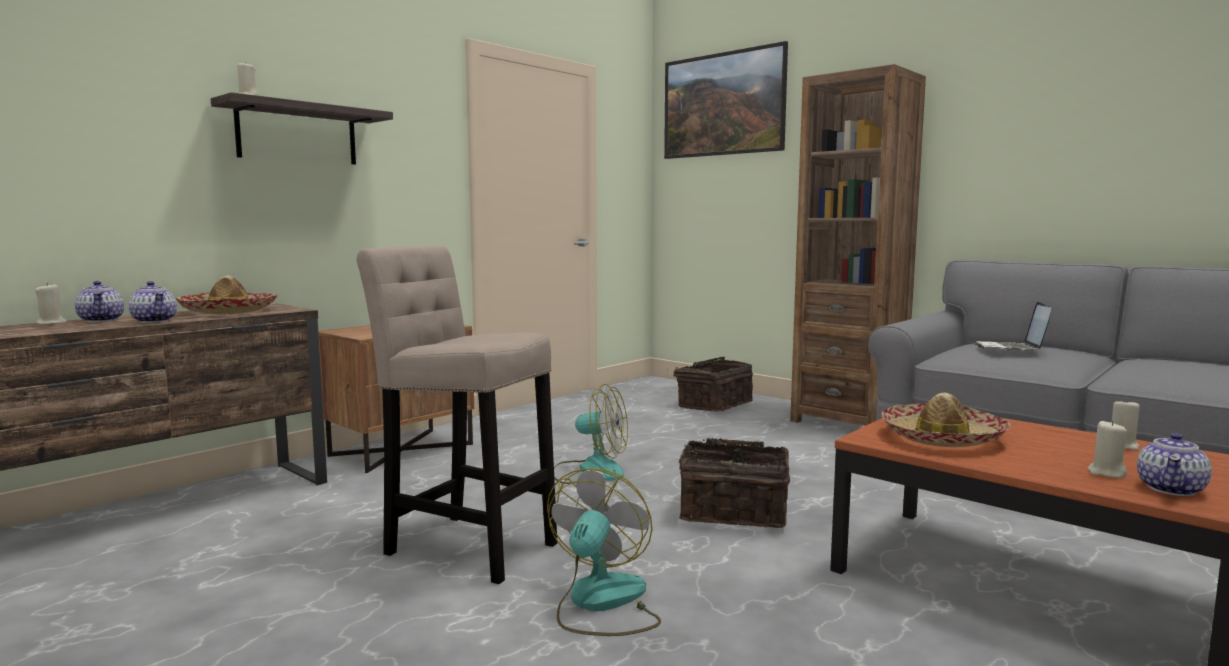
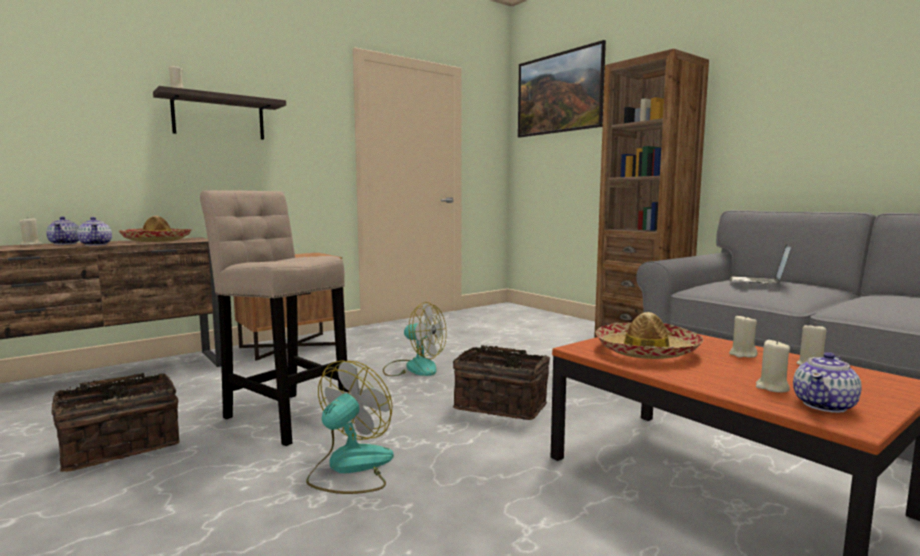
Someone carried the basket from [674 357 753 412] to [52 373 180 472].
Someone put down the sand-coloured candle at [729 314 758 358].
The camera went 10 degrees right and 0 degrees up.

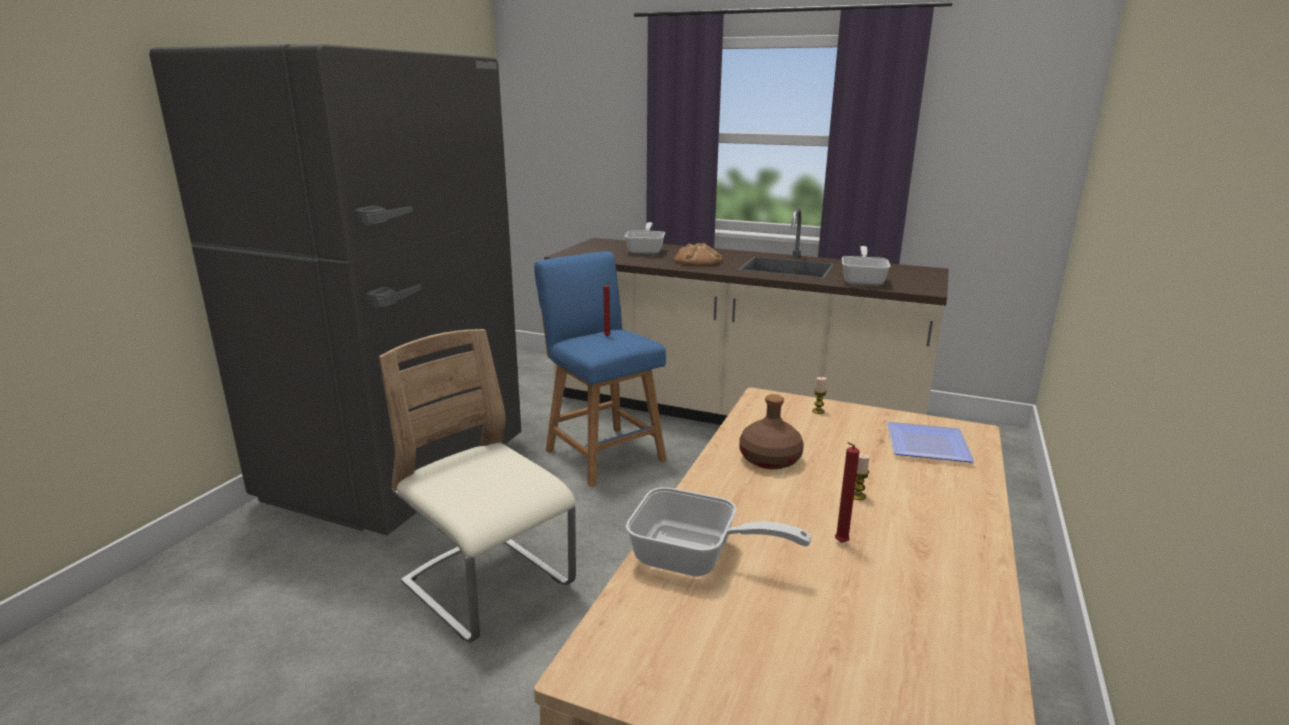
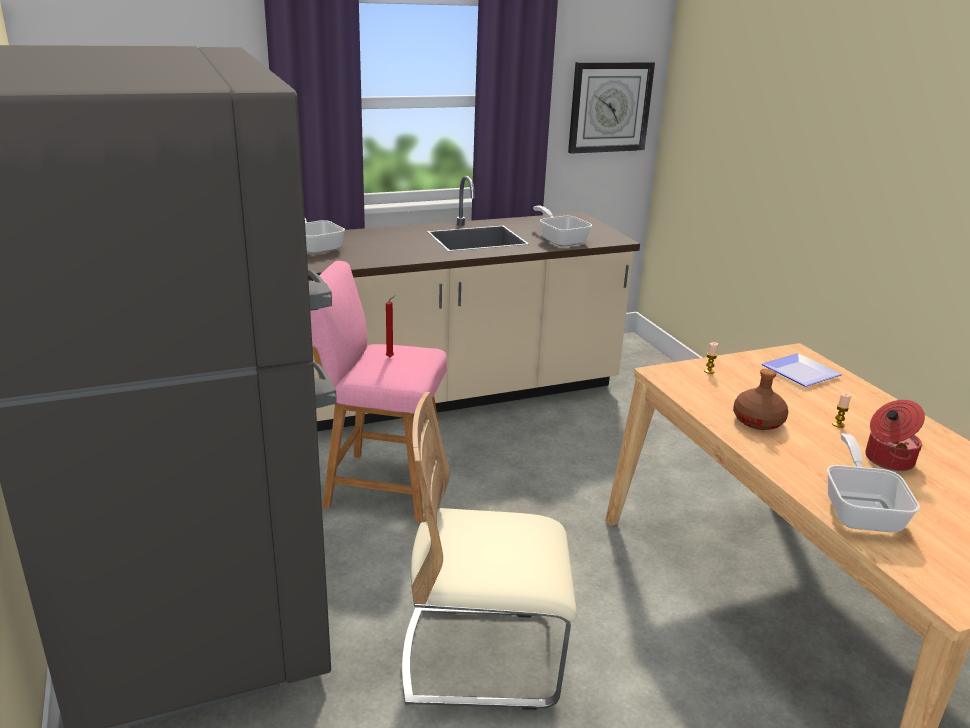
Someone repainted the bluish stool seat at [534 251 667 487], which became the pink-coloured stool seat at [310 261 447 522].
Someone rotated the skillet at [626 487 811 577] by 60 degrees counterclockwise.
Someone took away the bakery bread at [674 243 723 266].
Someone swapped the reddish candle at [835 442 860 543] for the saucepot at [865 400 925 471].
Someone put up the wall clock at [568 62 655 154].
The camera went 45 degrees left and 5 degrees up.

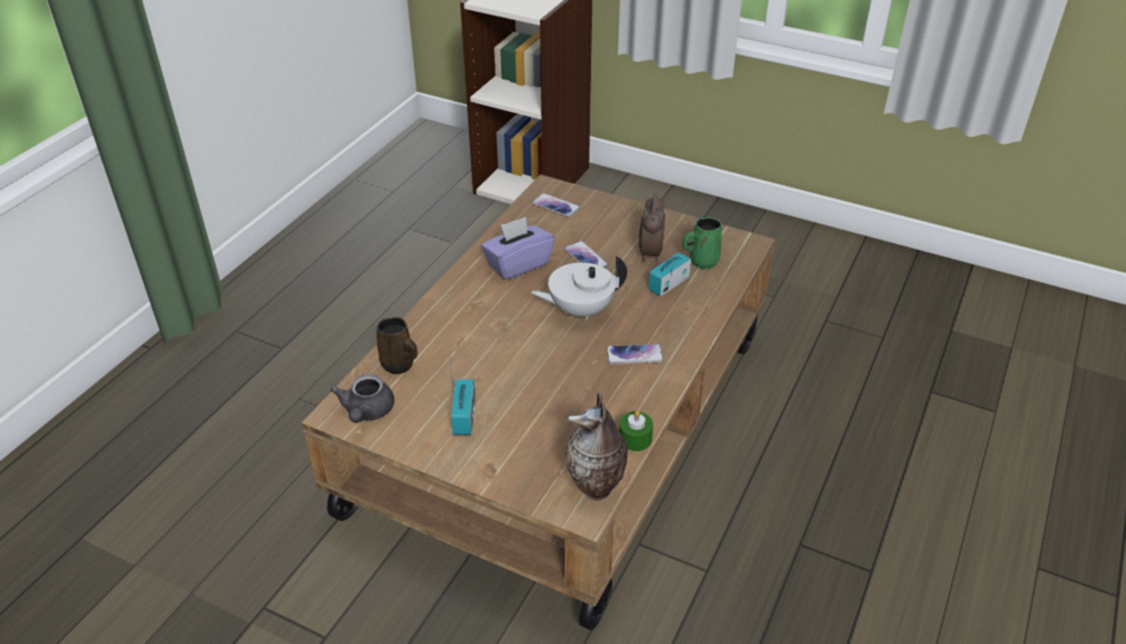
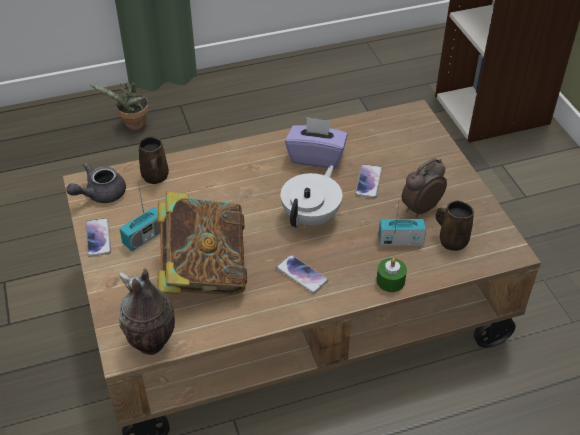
Someone rotated the white pot for tea at [531 256 627 320] by 90 degrees clockwise.
Someone carried the phone from [532 193 581 217] to [86 218 111 257].
Someone carried the green-coloured candle from [619 410 653 451] to [376 258 407 292].
Someone repainted the green-coloured tea mug at [682 217 722 269], which became the brown tea mug at [436 200 474 251].
Someone put down the houseplant at [89 82 149 130].
Someone put down the bound book at [157 192 247 295].
The camera went 45 degrees right and 5 degrees up.

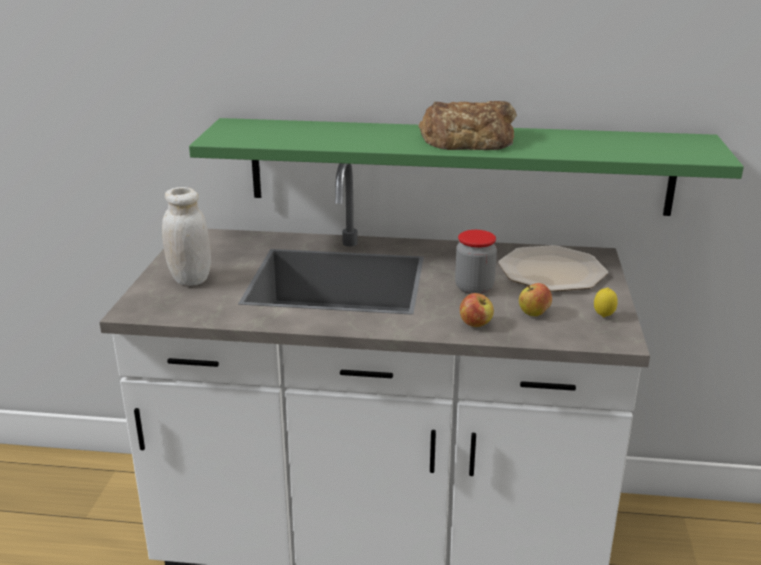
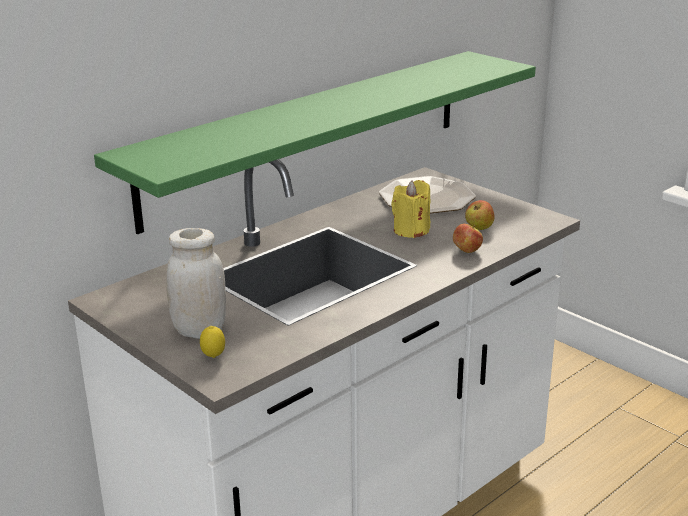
Someone took away the bakery bread at [418 101 517 150].
Someone swapped the preserve jar at [455 230 497 294] for the yellowish candle at [391 180 430 238].
Someone carried the whole lemon from [594 288 618 317] to [200 326 225 358].
The camera went 50 degrees left and 0 degrees up.

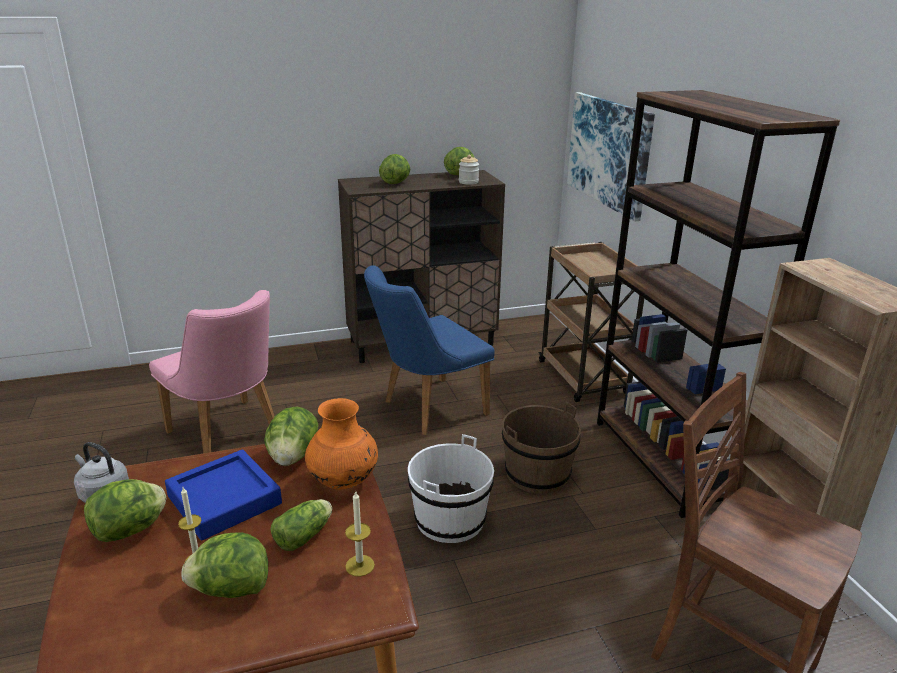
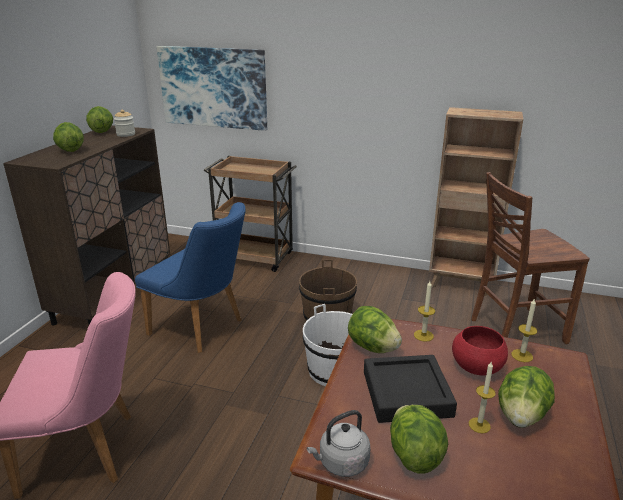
Someone repainted the bluish carrying tray at [165 449 282 540], which became the black-coloured carrying tray at [364 355 457 423].
Someone swapped the lettuce head at [271 499 332 551] for the reddish serving bowl at [452 326 508 376].
Someone swapped the orange decorative vase at [305 398 378 490] for the candle at [414 281 435 342].
Someone rotated the bluish upright chair at [364 265 495 435] by 60 degrees counterclockwise.
Someone took away the brown bookcase at [597 90 840 518].
The camera went 55 degrees left and 0 degrees up.

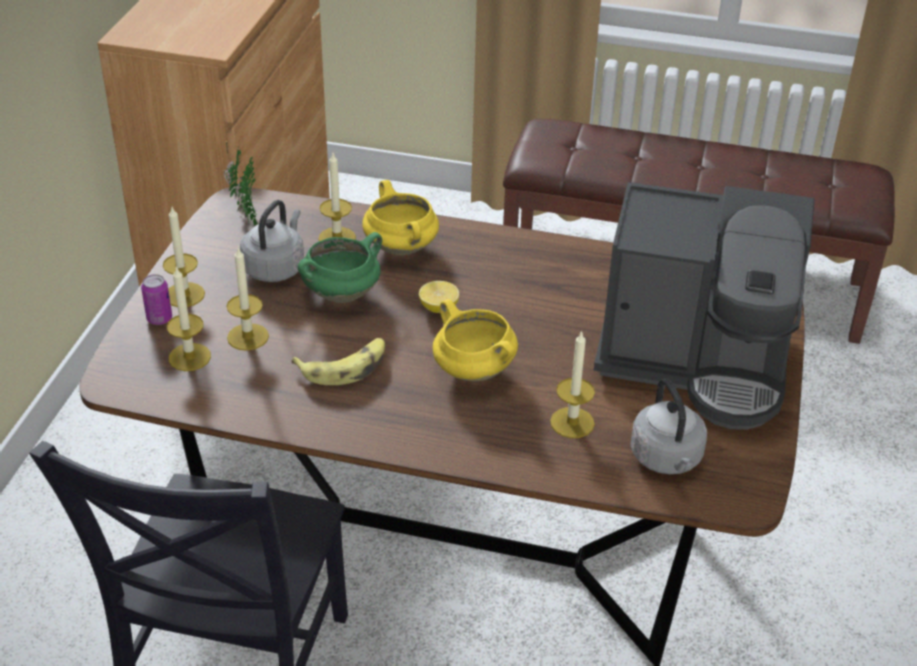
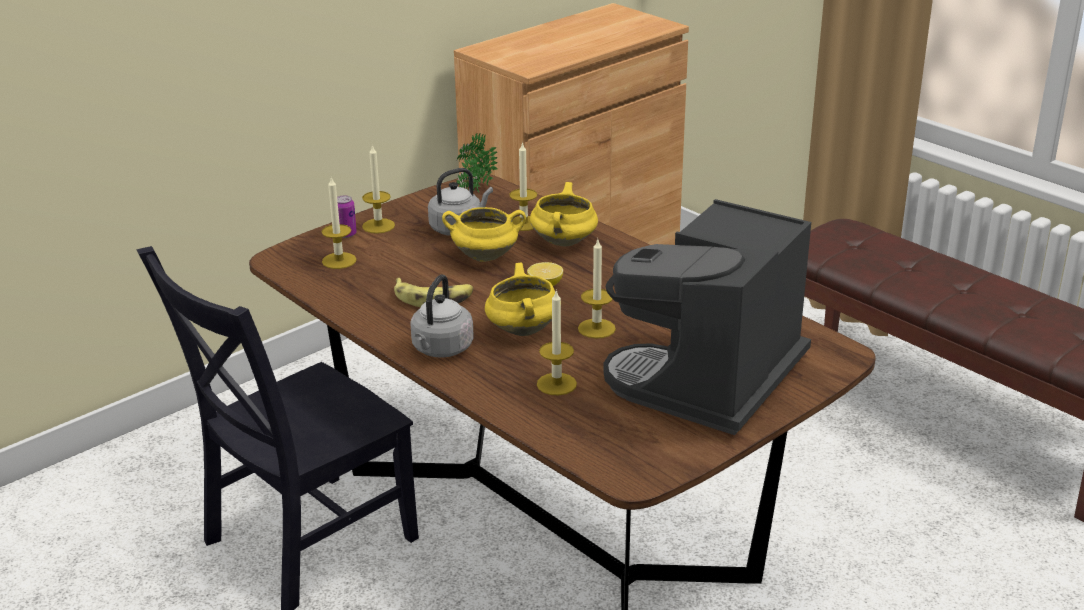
Someone carried the candle from [226 247 269 351] to [578 240 616 339].
Someone repainted the green-coloured saucepot at [297 232 382 303], which became the yellowish saucepot at [442 207 526 262].
Someone rotated the coffee machine at [594 182 815 430] by 75 degrees clockwise.
Someone carried the grey kettle from [631 378 707 474] to [410 274 474 358].
The camera went 35 degrees right and 10 degrees down.

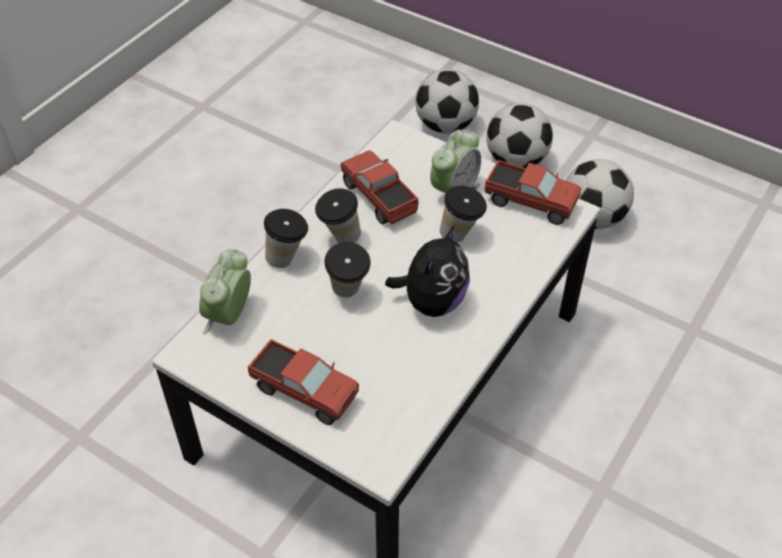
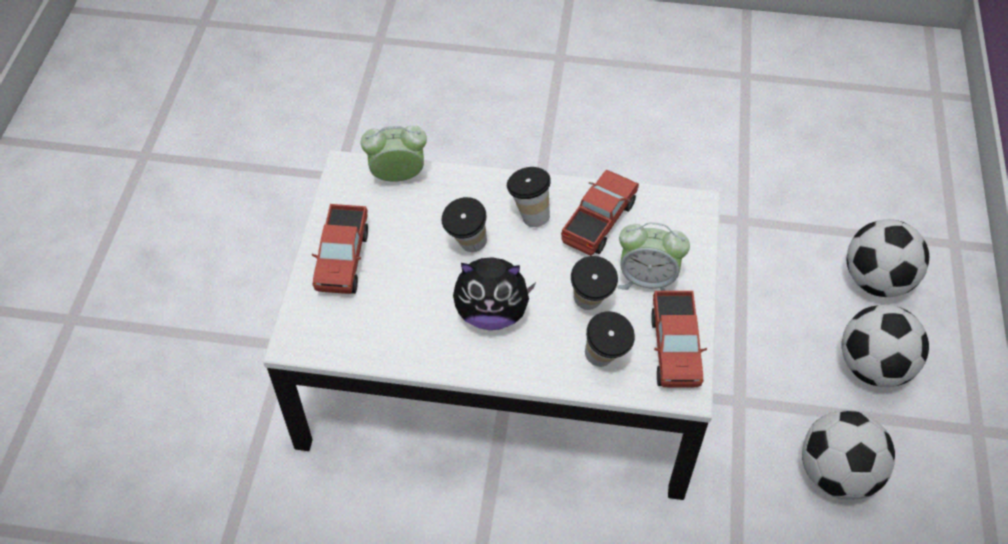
Someone carried the small cup from [264 209 308 268] to [585 311 635 366].
The camera went 65 degrees right and 5 degrees up.

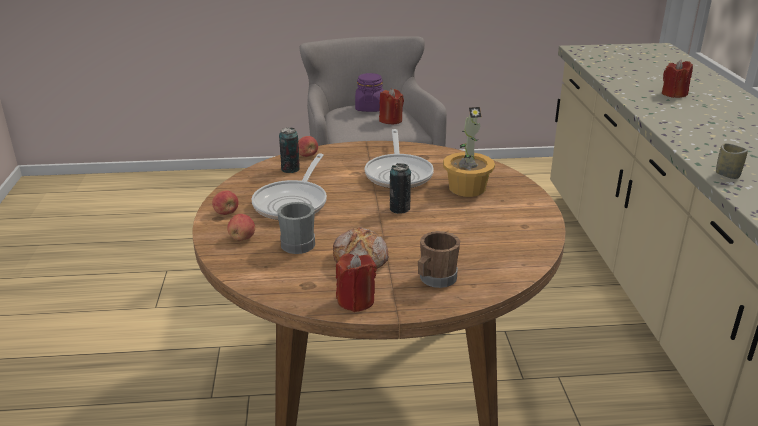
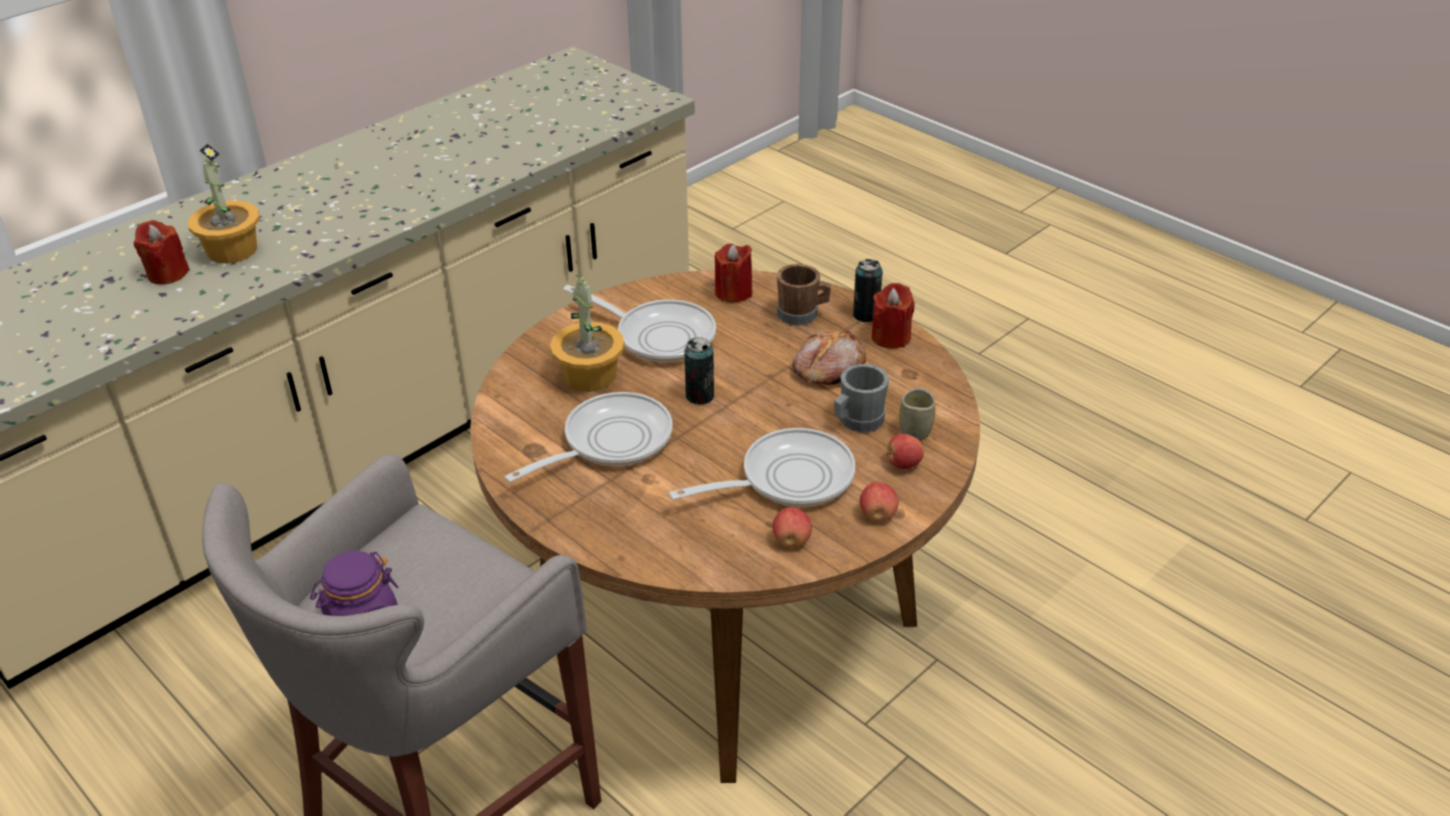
Someone carried the metal can from [279 128 300 173] to [853 259 883 322].
Someone carried the apple fruit from [298 136 318 157] to [772 507 812 547].
Someone carried the reddish candle from [379 88 404 124] to [715 244 753 302].
Someone carried the small cup from [716 143 748 179] to [899 388 935 441].
Someone put down the houseplant at [188 144 260 263].
Someone put down the skillet at [563 285 716 362].
The camera went 130 degrees left and 10 degrees up.

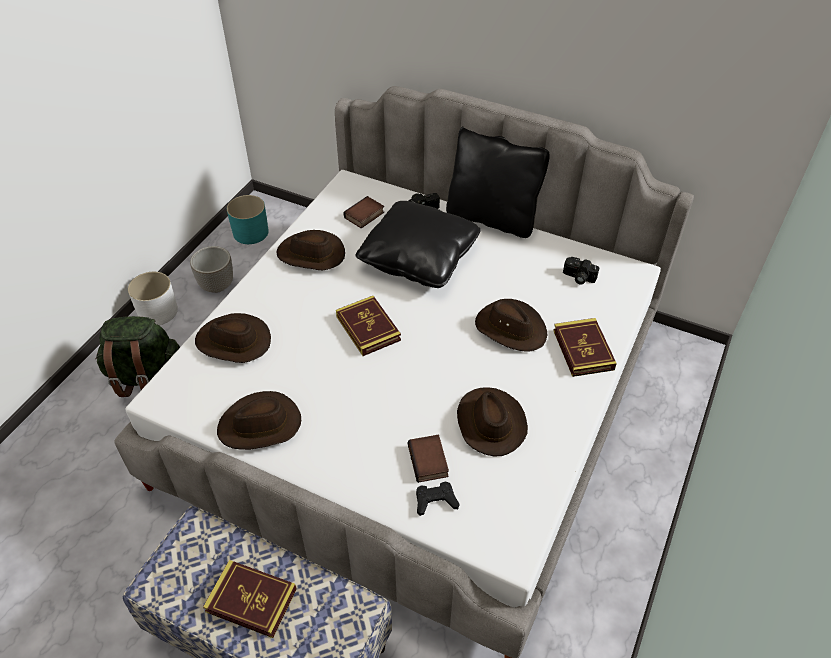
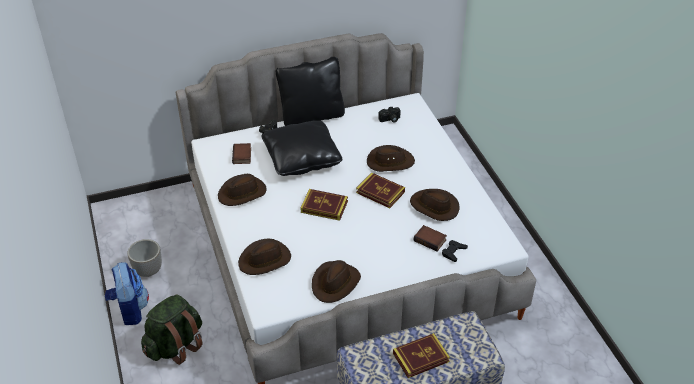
Someone swapped the white planter at [128 272 178 325] for the backpack at [105 262 149 325].
Someone took away the turquoise planter at [227 195 269 244].
Someone carried the bound book from [553 318 617 377] to [356 172 405 208].
The camera went 45 degrees left and 5 degrees down.

